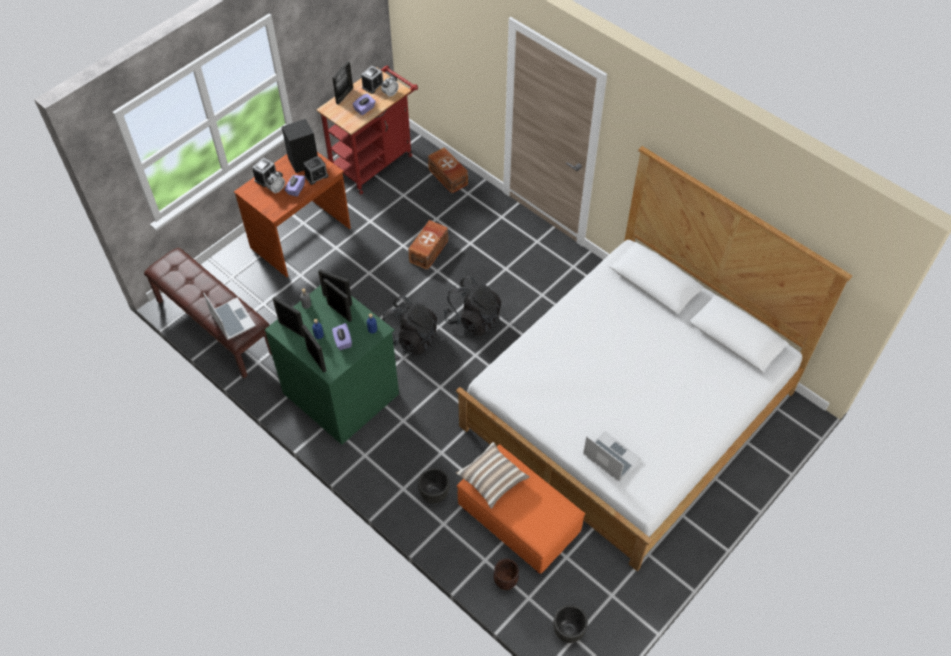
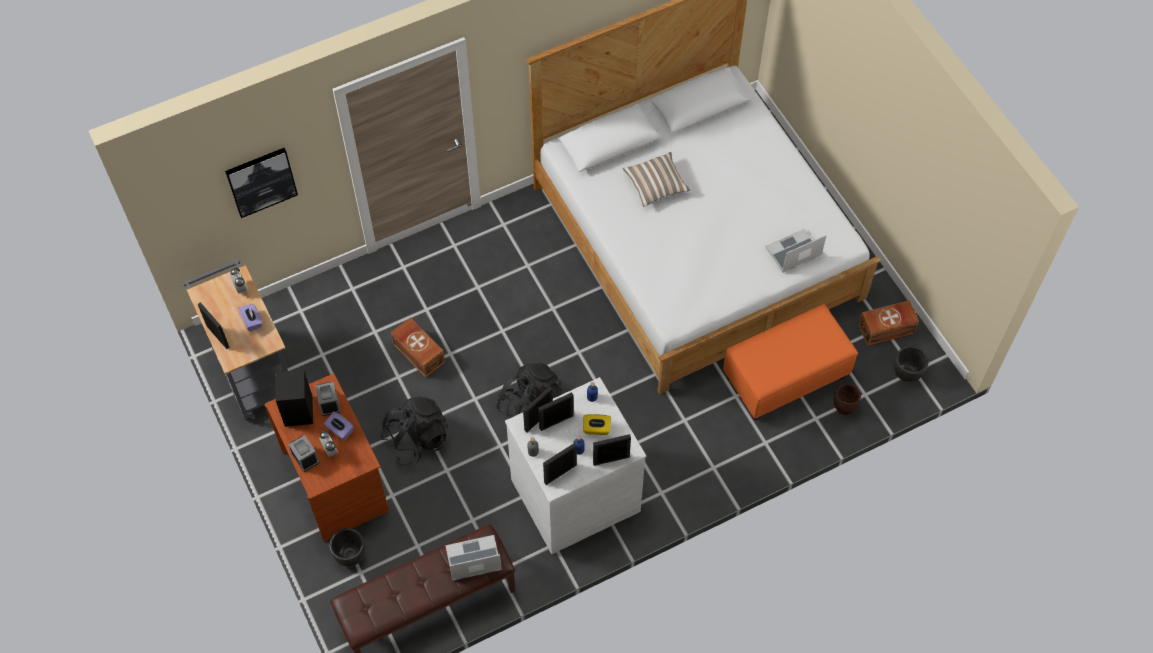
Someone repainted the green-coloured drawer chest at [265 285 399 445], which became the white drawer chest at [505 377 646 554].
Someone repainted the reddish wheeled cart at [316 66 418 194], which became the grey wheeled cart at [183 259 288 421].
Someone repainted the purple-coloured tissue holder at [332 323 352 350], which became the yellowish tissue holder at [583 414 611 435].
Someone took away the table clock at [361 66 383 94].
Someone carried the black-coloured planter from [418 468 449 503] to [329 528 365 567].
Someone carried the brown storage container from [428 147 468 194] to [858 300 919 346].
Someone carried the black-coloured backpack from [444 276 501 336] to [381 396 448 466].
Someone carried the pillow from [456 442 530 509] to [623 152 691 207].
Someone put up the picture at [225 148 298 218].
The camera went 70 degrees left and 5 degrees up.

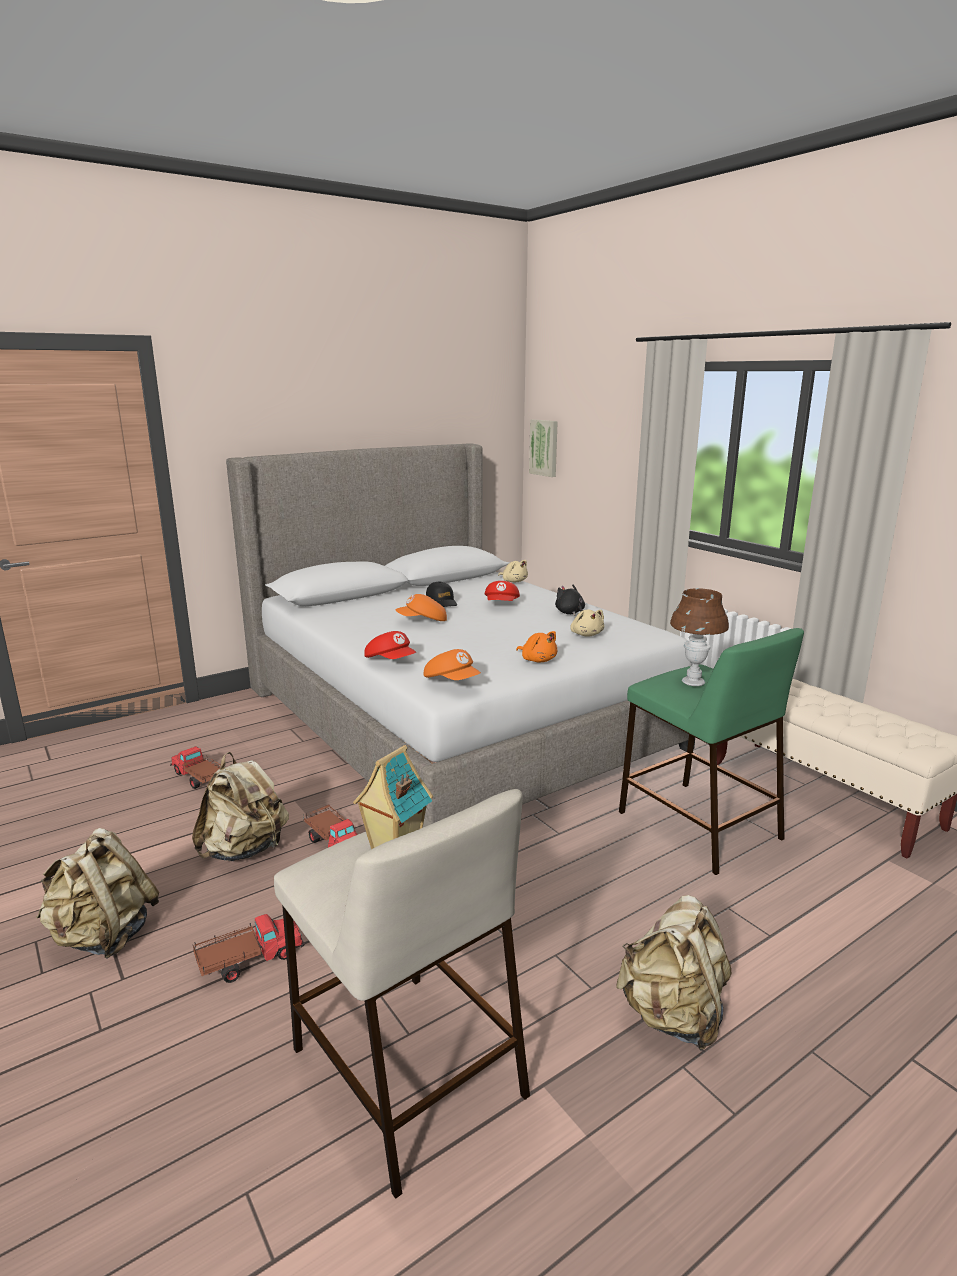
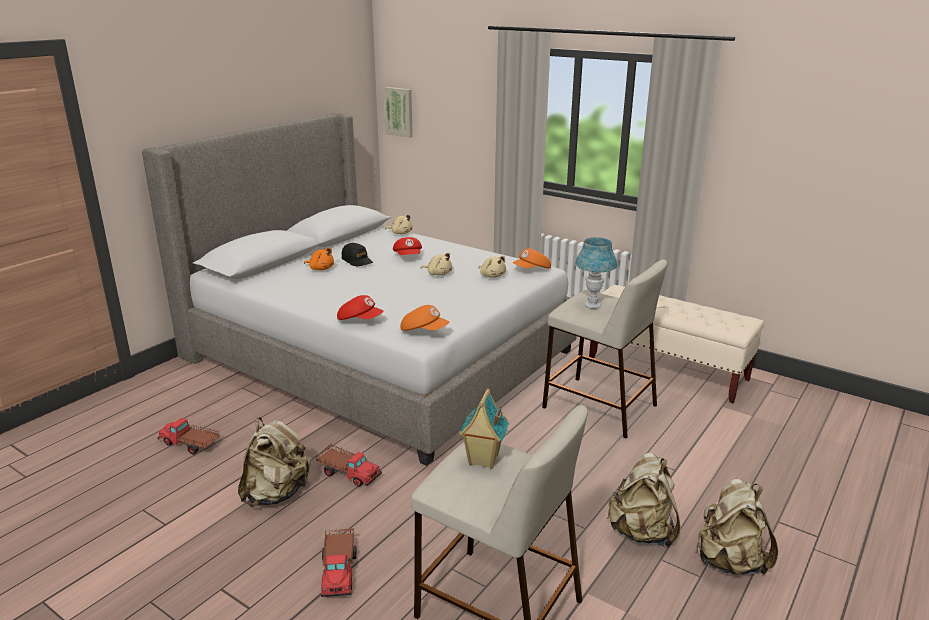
Someone carried the sand-coloured backpack from [36 828 159 959] to [695 479 778 575].
Someone rotated the model truck at [193 914 305 983] by 135 degrees clockwise.
Someone carried the orange peaked cap from [395 594 447 621] to [513 249 551 269].
Someone carried the orange soft toy from [516 631 558 662] to [304 247 334 270].
Someone took away the black-coloured soft toy at [555 585 585 616].
Someone repainted the green-coloured stool seat at [619 628 804 875], which became the sand-coloured stool seat at [542 260 667 438].
Someone repainted the brown tabletop lamp at [670 588 729 686], which became the bluish tabletop lamp at [575 237 617 309].
Someone put down the sand-coloured soft toy at [421 252 452 276].
The camera went 20 degrees left and 5 degrees up.

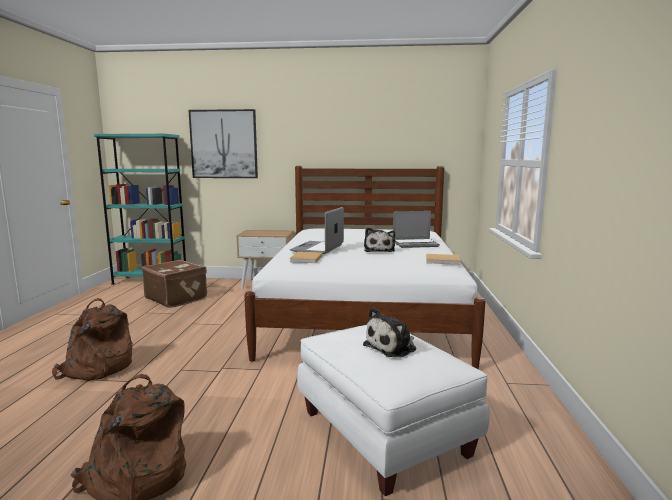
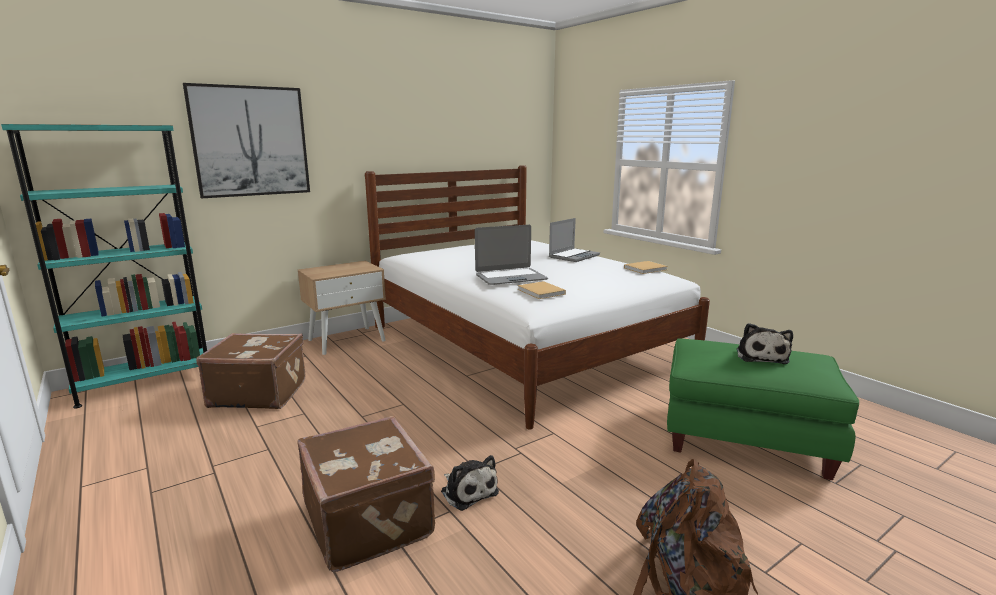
Someone swapped the brown backpack at [52 298 133 381] for the brown travel case at [297 416 435 572].
Someone rotated the notebook computer at [290 207 344 254] by 90 degrees counterclockwise.
Someone repainted the white footrest at [297 325 490 496], which became the green-coloured footrest at [667 338 859 480].
Someone carried the soft toy from [364 227 395 252] to [441 455 499 511].
The camera went 40 degrees left and 5 degrees up.

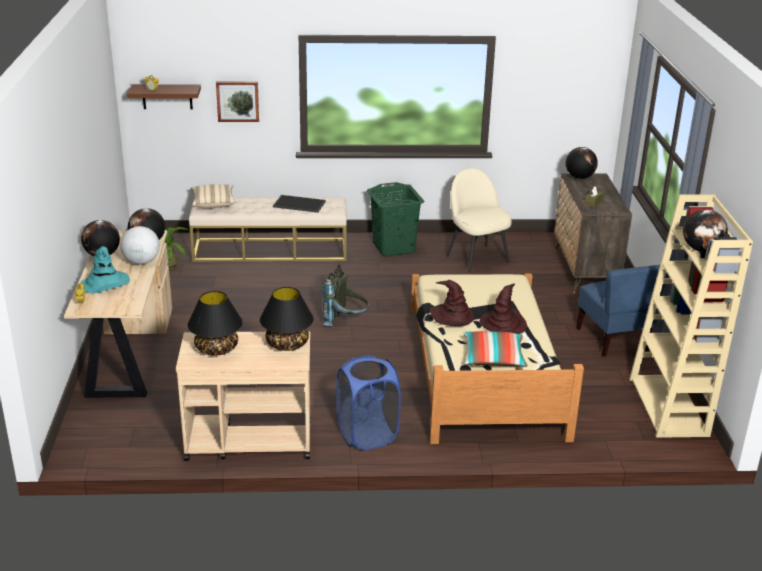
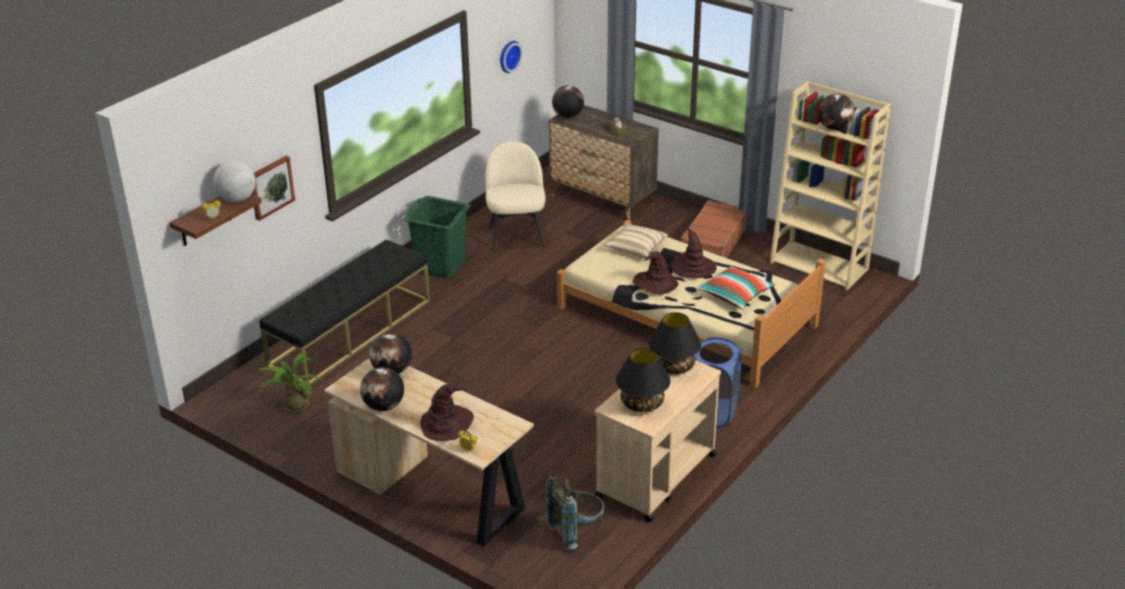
Someone repainted the turquoise wearable hat at [80 246 130 294], which became the brown wearable hat at [420 384 474 441].
Someone carried the world globe from [120 226 160 265] to [213 161 256 202].
Someone repainted the sand-coloured indoor bench at [189 197 347 262], which became the black-coloured indoor bench at [260 239 430 385].
Someone carried the sand-coloured pillow from [191 184 236 208] to [604 223 668 258].
Someone took away the carrying tray at [273 195 326 213].
Someone carried the grey backpack from [322 265 370 326] to [545 473 604 550].
Someone rotated the sand-coloured upright chair at [447 169 512 273] by 75 degrees clockwise.
Someone swapped the bluish upright chair at [576 265 669 357] for the brown travel case at [681 200 745 258].
Someone put up the wall clock at [500 41 523 73].
The camera went 50 degrees left and 5 degrees up.

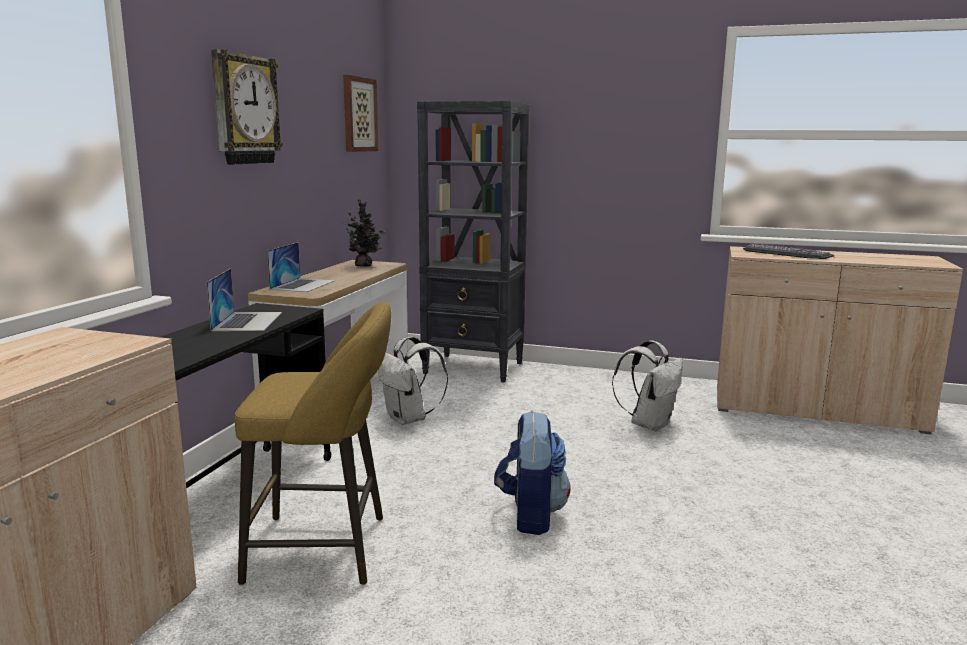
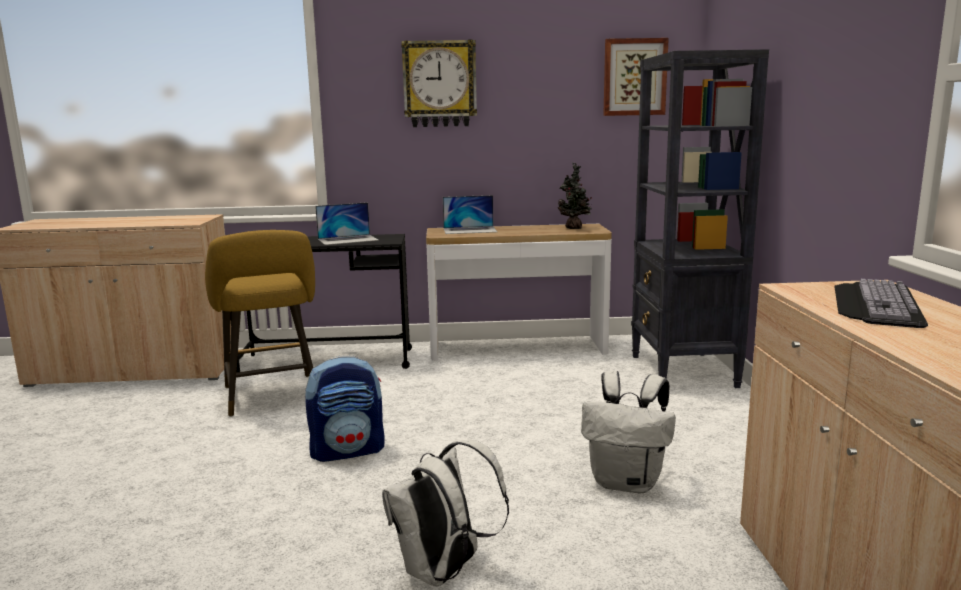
Someone carried the white backpack from [378 336 448 425] to [382 440 509 587].
The camera went 70 degrees right and 0 degrees up.

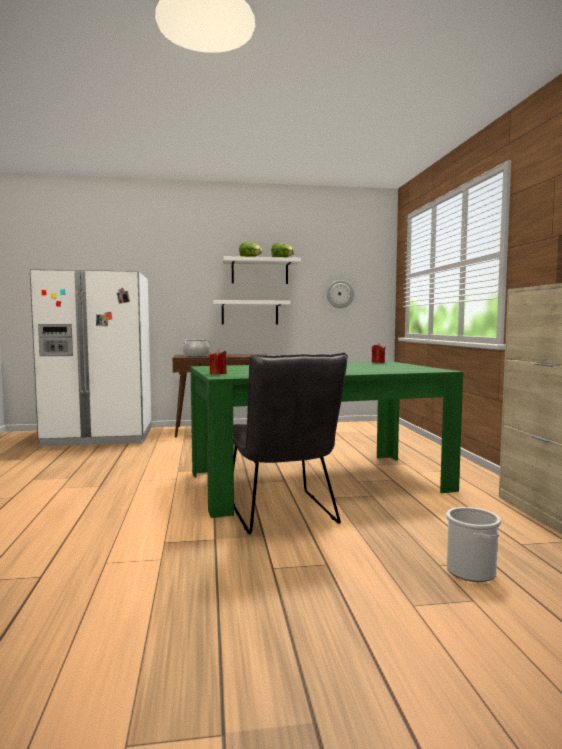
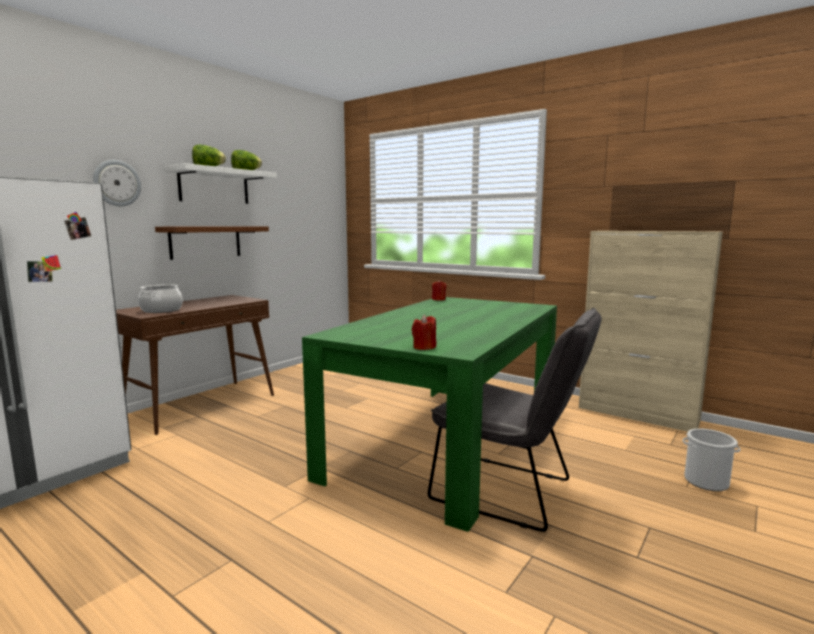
Someone repainted the white bracket shelf at [213 300 291 324], which became the brown bracket shelf at [155 226 269 260].
Someone carried the wall clock from [327 280 354 308] to [93 160 141 206].
The camera went 45 degrees left and 5 degrees up.

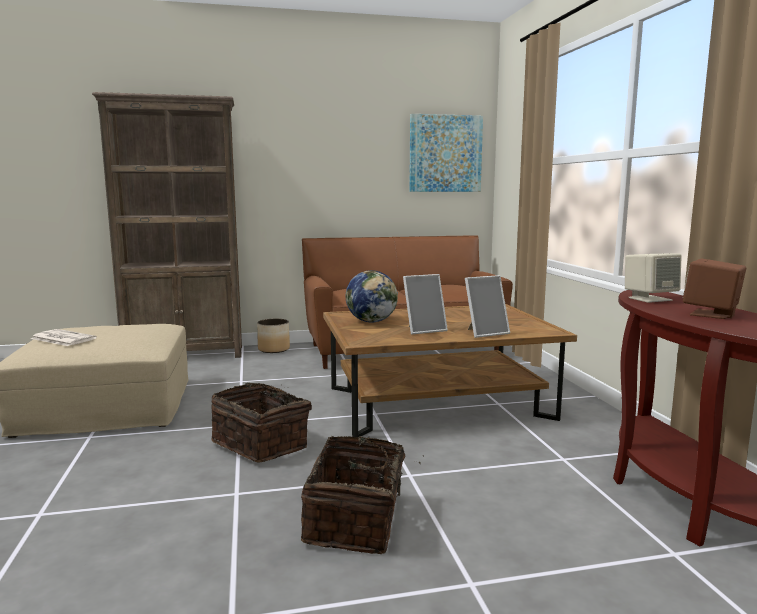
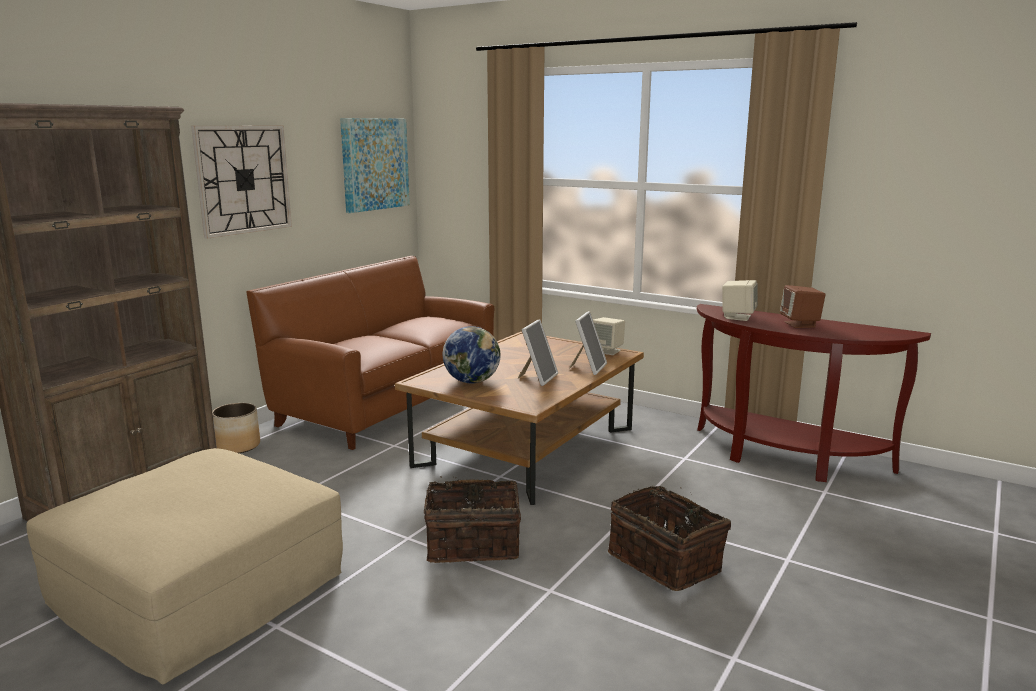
Someone took away the printed paper at [31 329 97 346].
Someone put up the wall clock at [191 126 292 239].
Someone put down the sand-coloured audio speaker at [593 317 625 355].
The camera went 45 degrees left and 5 degrees up.

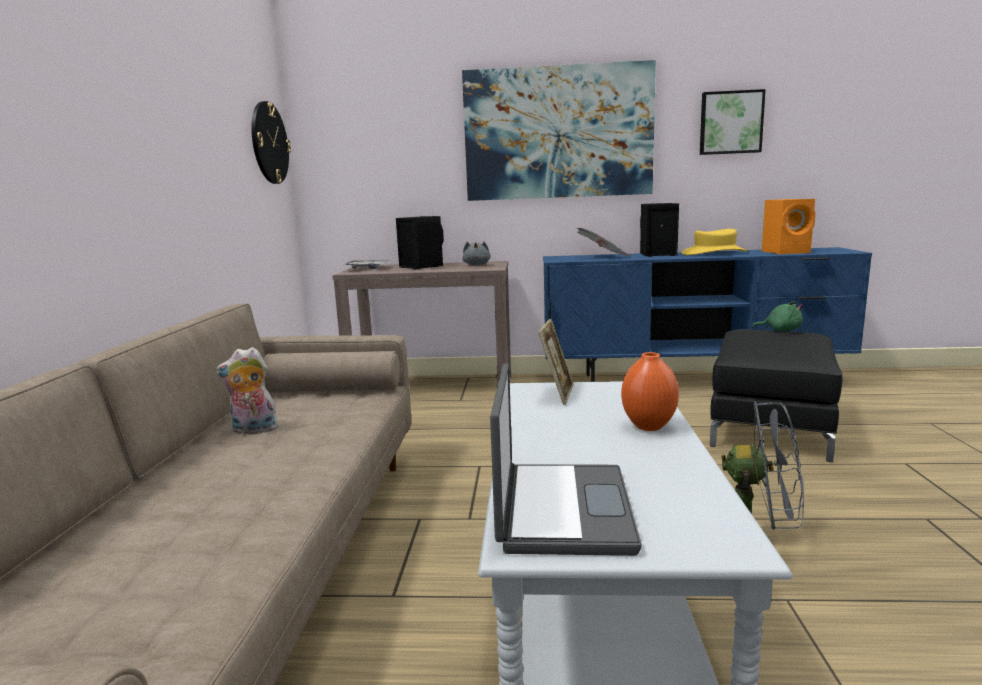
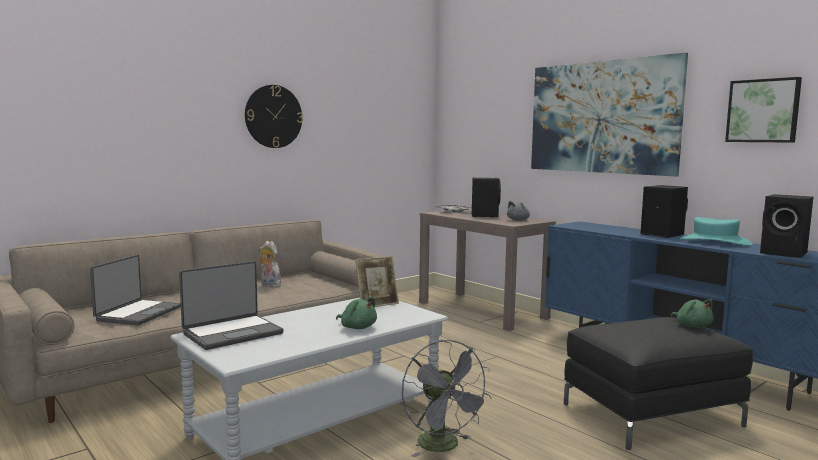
Someone carried the wall clock from [251 101 291 184] to [245 85 303 148].
Someone took away the printed paper at [576 228 632 256].
Someone swapped the orange decorative vase at [621 352 679 431] for the green-coloured soft toy at [336 297 377 329].
Someone repainted the yellowish wearable hat at [682 229 748 255], which became the turquoise wearable hat at [680 217 753 246].
Someone repainted the orange audio speaker at [762 199 816 254], which became the black-coloured audio speaker at [760 194 813 258].
Someone put down the notebook computer at [90 255 181 325].
The camera went 45 degrees right and 5 degrees down.

